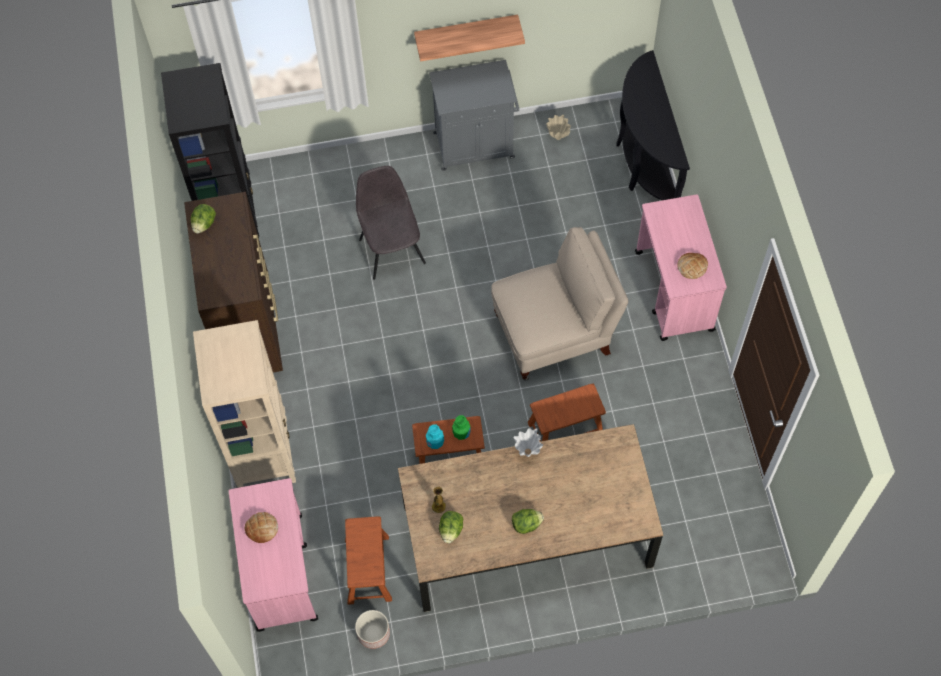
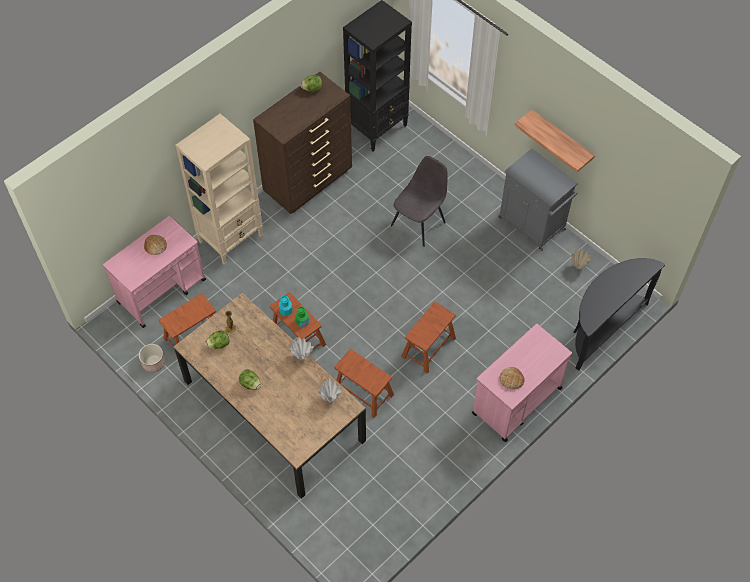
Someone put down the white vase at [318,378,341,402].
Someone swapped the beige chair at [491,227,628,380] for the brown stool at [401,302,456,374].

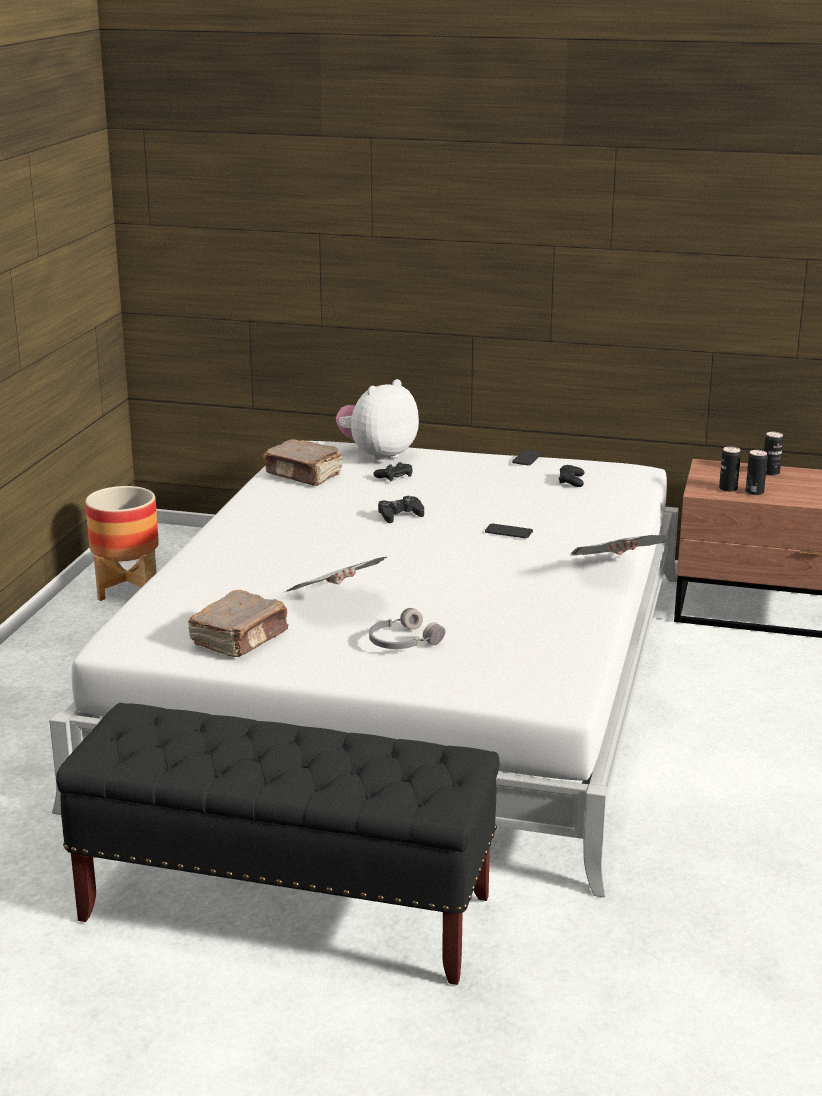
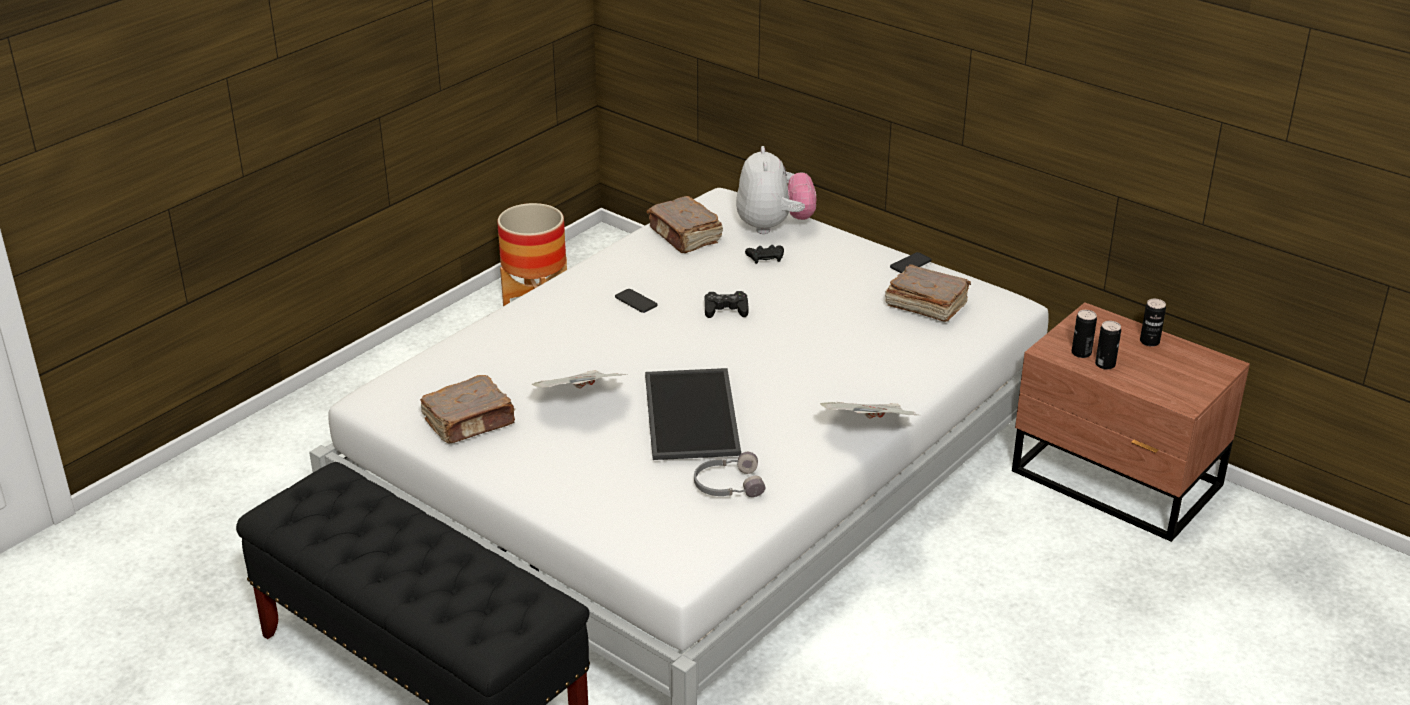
Someone put down the tray at [645,368,741,460].
Someone carried the grey headphones from [369,608,445,649] to [694,452,766,497].
Someone carried the phone from [485,524,533,538] to [615,289,658,313].
Someone swapped the black game controller at [559,465,585,487] for the brown book at [885,264,971,322].
Someone rotated the plush toy at [336,379,419,463] by 105 degrees clockwise.

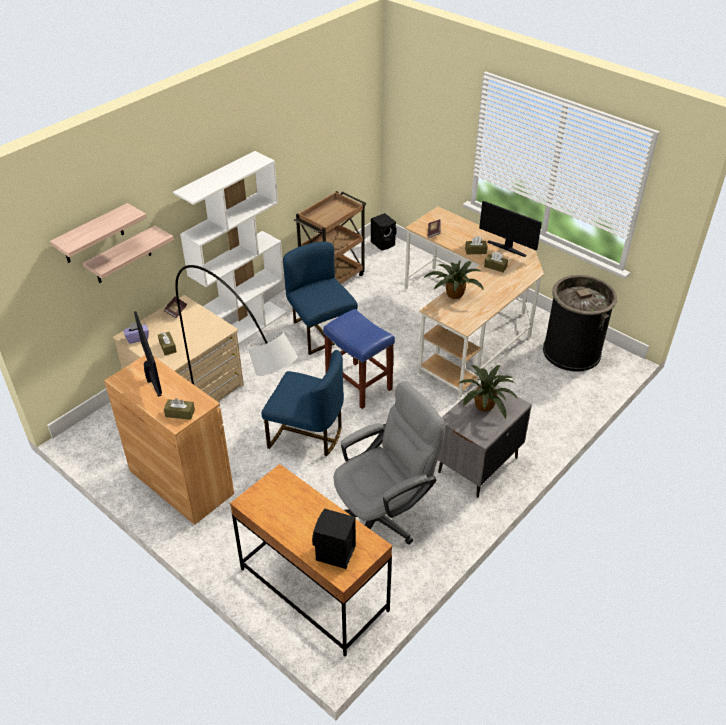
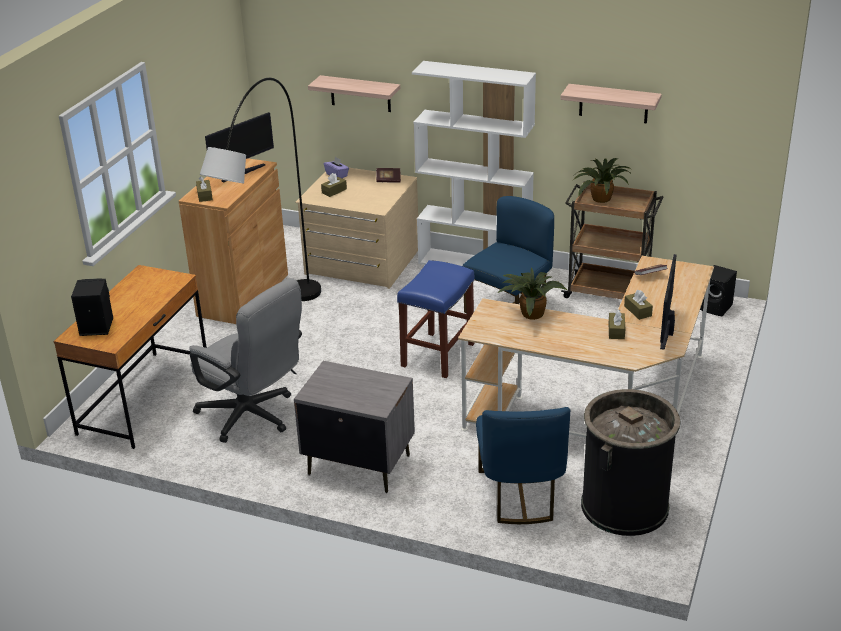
Someone carried the shelf from [50,203,147,263] to [560,84,662,124].
Someone carried the blue chair from [262,350,344,456] to [476,407,570,524].
Someone carried the potted plant from [458,365,517,419] to [573,158,631,203].

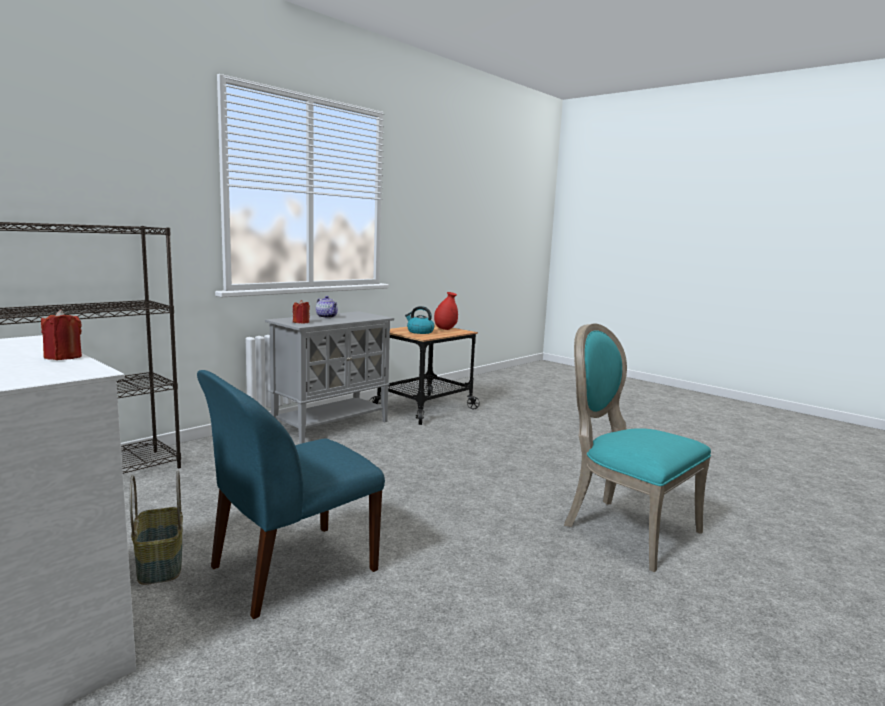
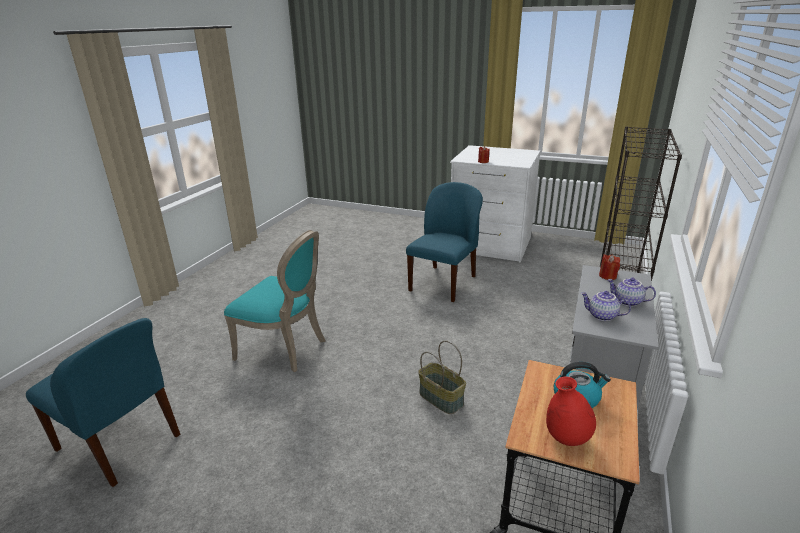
Someone put down the blue chair at [26,318,180,487].
Someone put down the teapot at [581,291,631,321].
Someone carried the basket from [129,471,183,585] to [418,341,466,414].

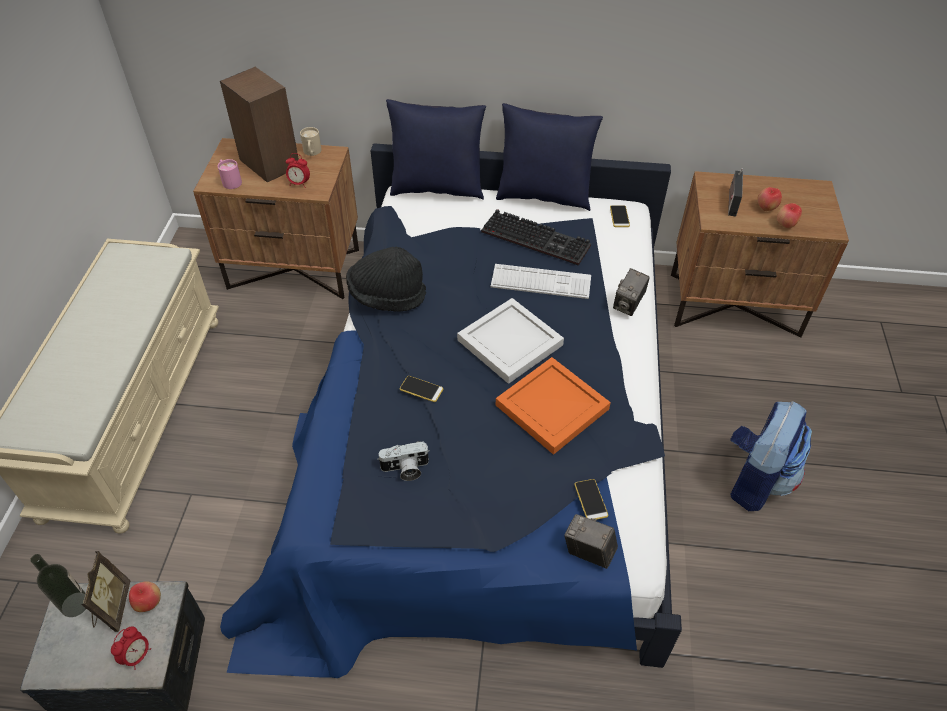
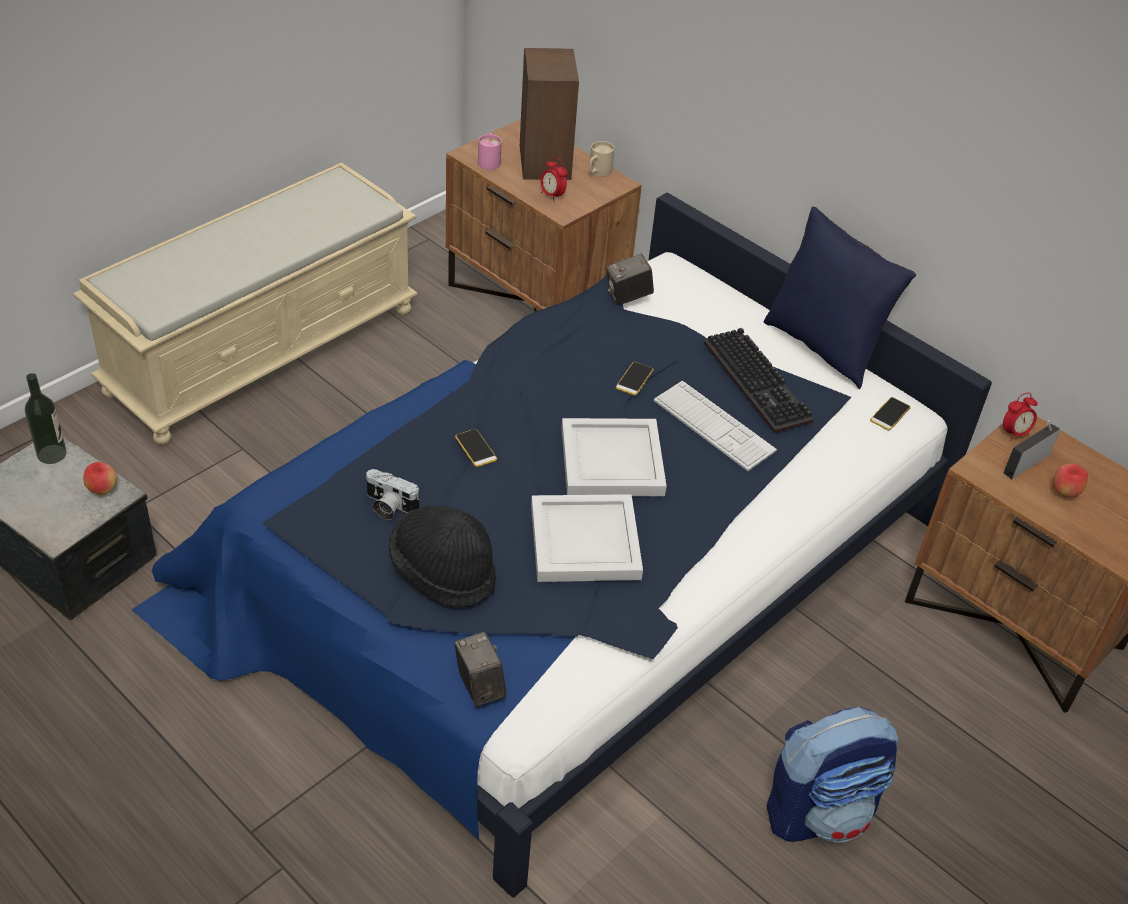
Someone took away the picture frame at [81,551,130,632].
Someone took away the blue pillow at [386,99,486,200].
Someone took away the apple at [777,203,802,228].
Someone carried the alarm clock from [111,627,151,670] to [1003,393,1038,441].
Someone carried the black hat from [346,247,426,311] to [389,506,496,608].
Someone carried the phone from [574,479,608,519] to [616,362,654,396].
Someone carried the photo camera from [613,268,650,316] to [606,253,654,305].
Someone repainted the orange tray at [496,357,611,455], which became the white tray at [531,494,643,582].

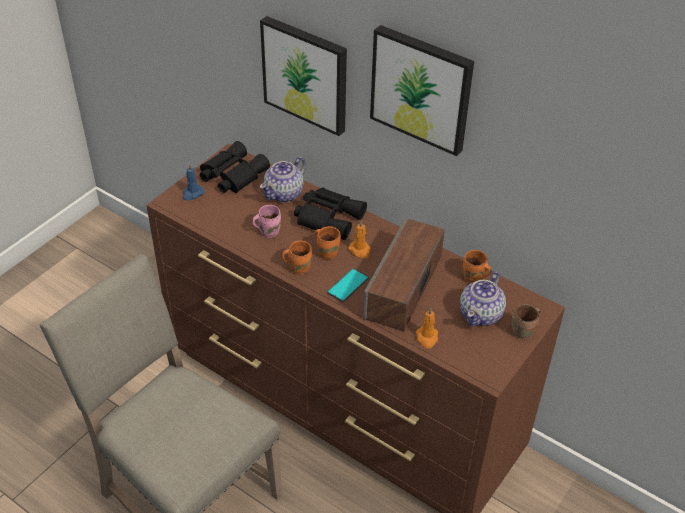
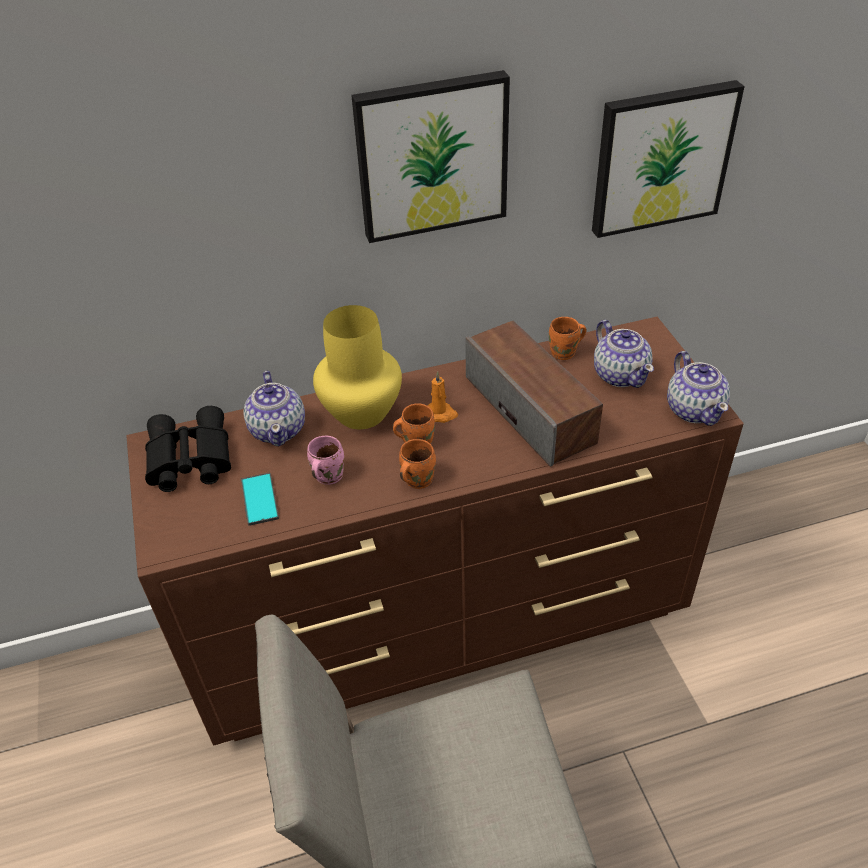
Someone took away the blue candle at [183,163,204,200].
Someone took away the orange candle at [416,307,438,349].
Someone took away the brown mug at [512,304,541,339].
Someone put down the teapot at [667,351,730,426].
Someone carried the picture from [260,16,347,136] to [592,80,745,238].
Someone carried the phone from [327,268,369,302] to [241,473,279,526].
Someone swapped the black binoculars at [294,187,367,240] for the yellow vase at [313,305,402,429].

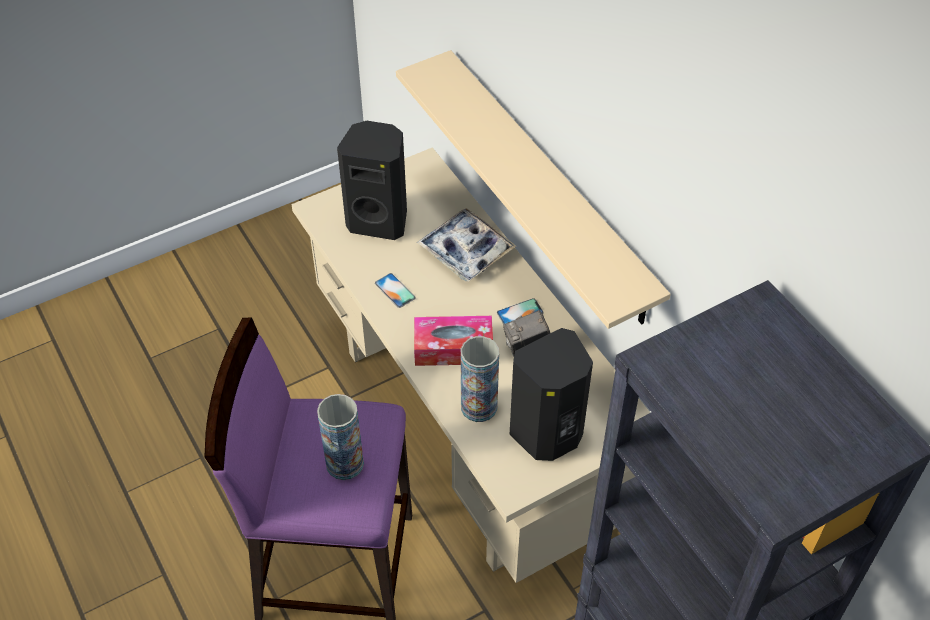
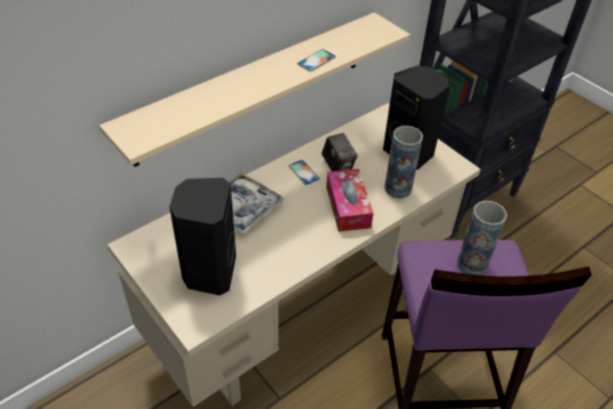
Someone carried the phone from [375,273,416,308] to [297,49,336,71].

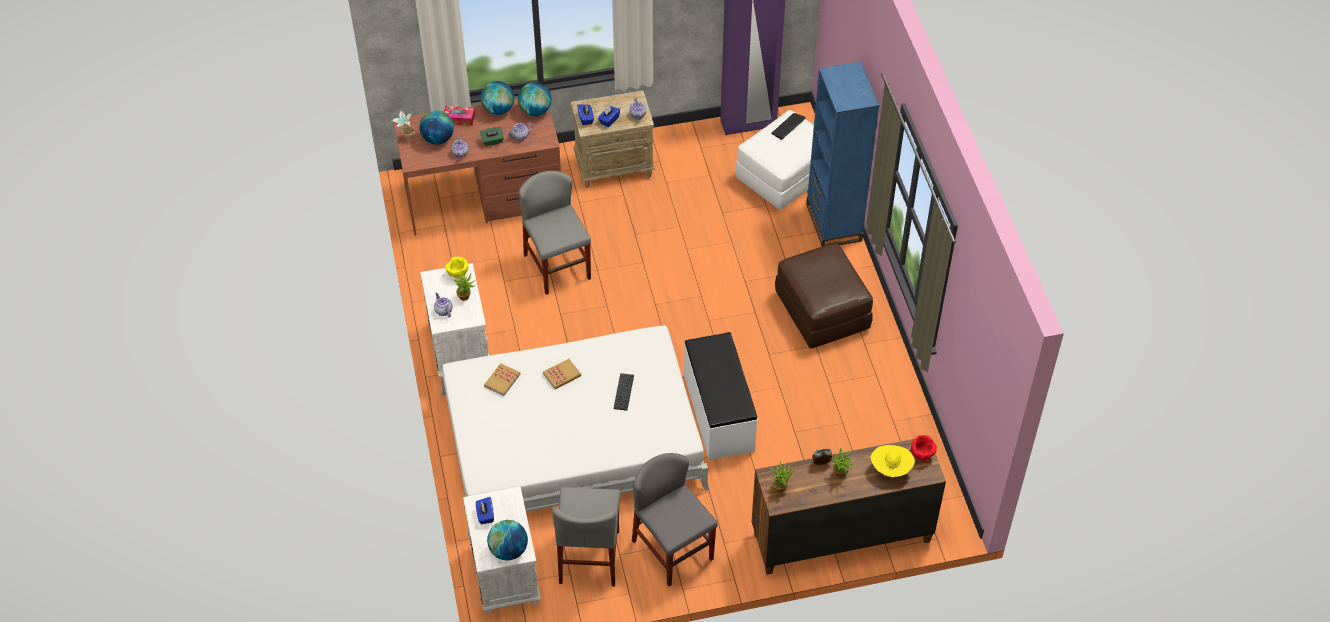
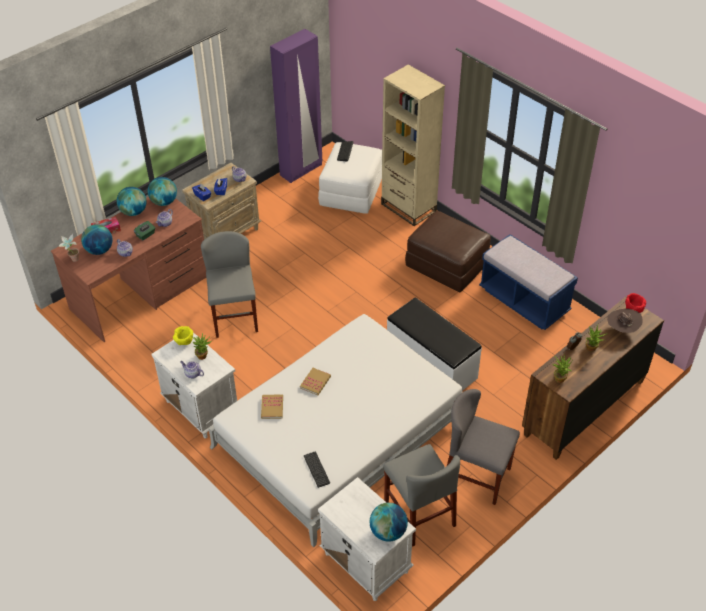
Someone took away the blue tissue box at [476,497,494,524].
Someone put down the blue bench at [479,234,578,330].
Someone carried the keyboard from [614,373,634,411] to [304,451,330,488].
Someone repainted the blue bookcase at [806,62,879,246], which became the beige bookcase at [381,64,445,226].
Someone repainted the yellow hat at [870,445,915,477], which became the brown hat at [607,309,643,333].
Someone rotated the grey chair at [519,171,591,295] by 45 degrees clockwise.

